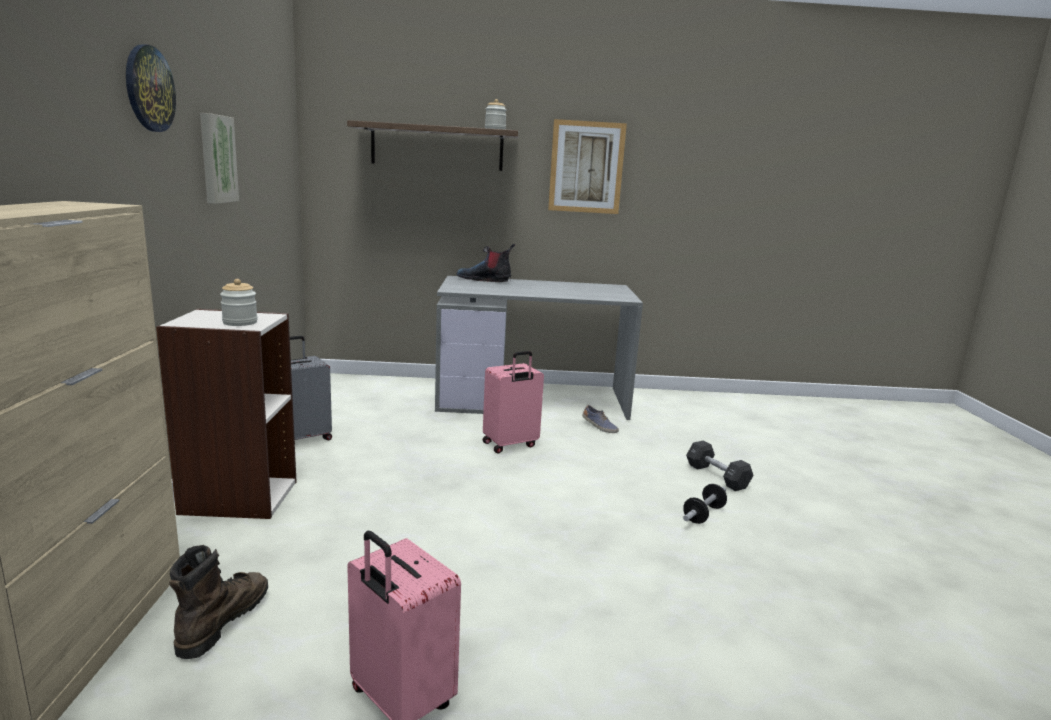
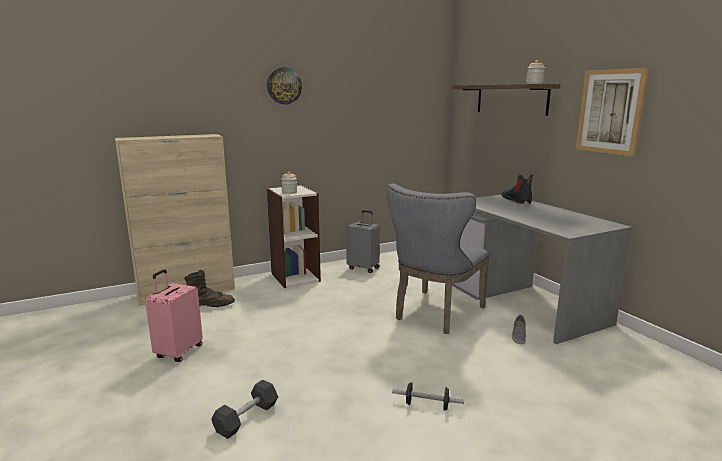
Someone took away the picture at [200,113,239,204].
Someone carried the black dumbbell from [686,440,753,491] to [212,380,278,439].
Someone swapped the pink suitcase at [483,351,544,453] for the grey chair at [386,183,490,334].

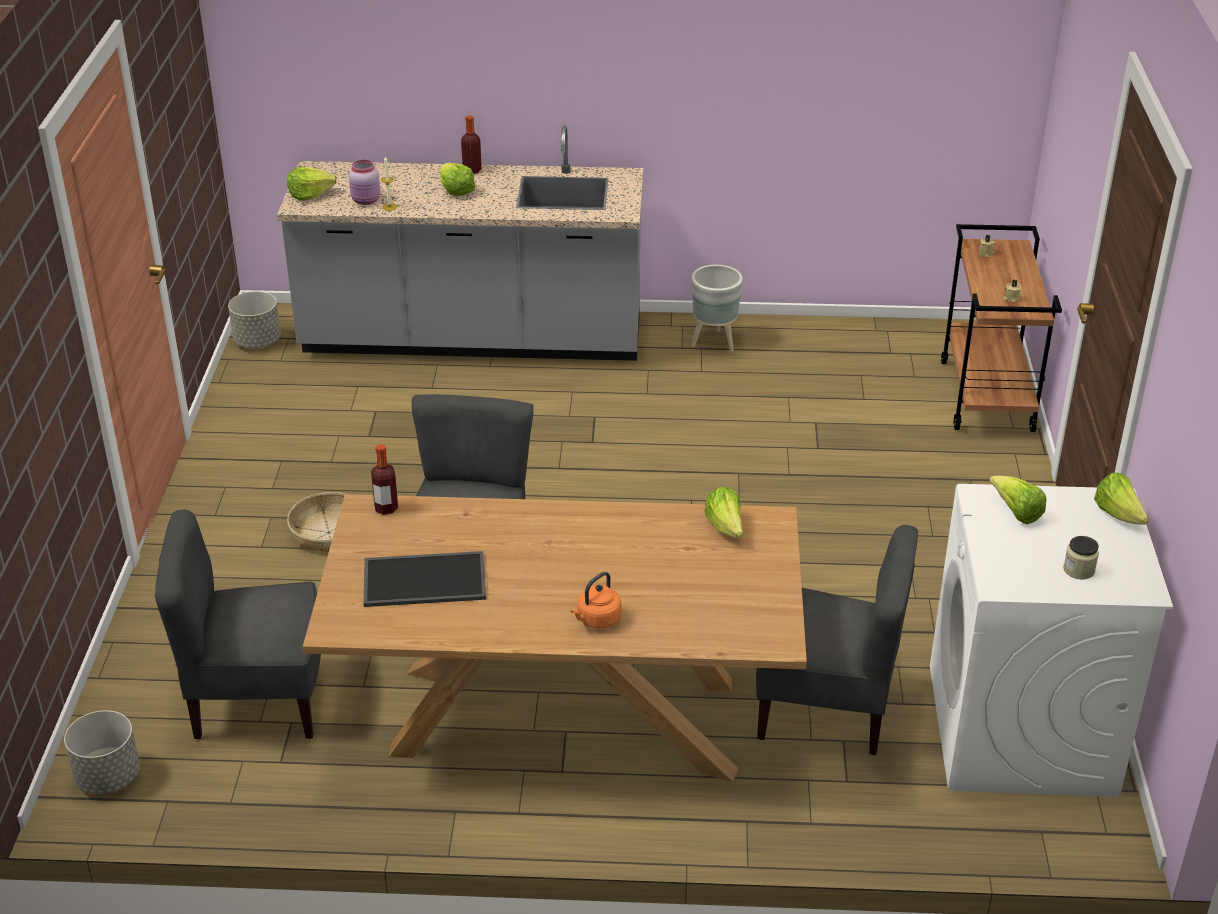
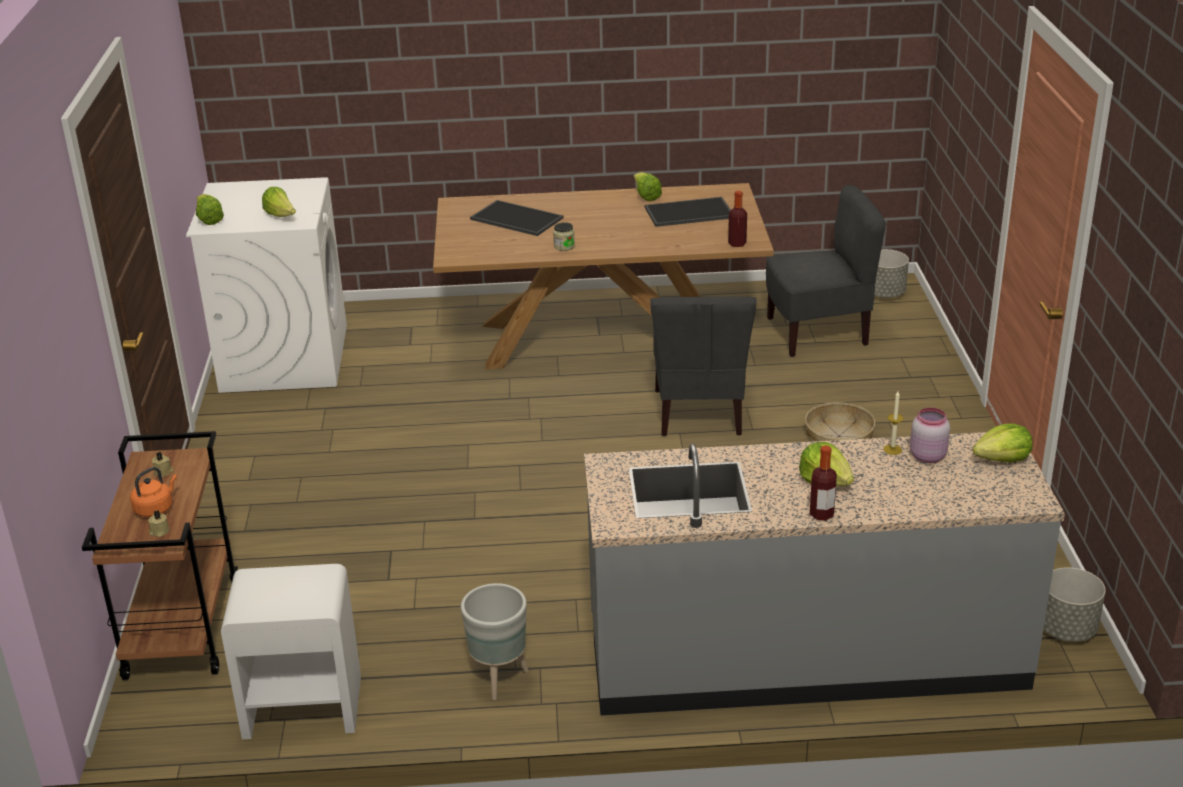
Someone took away the grey chair at [756,525,918,755].
Someone put down the white nightstand at [221,564,361,739].
Someone put down the tray at [470,200,564,236].
Someone carried the orange kettle from [571,572,621,629] to [130,467,177,517].
Someone carried the lettuce from [704,487,743,538] to [633,172,662,201].
Someone carried the jar from [1063,536,1099,579] to [553,222,575,251].

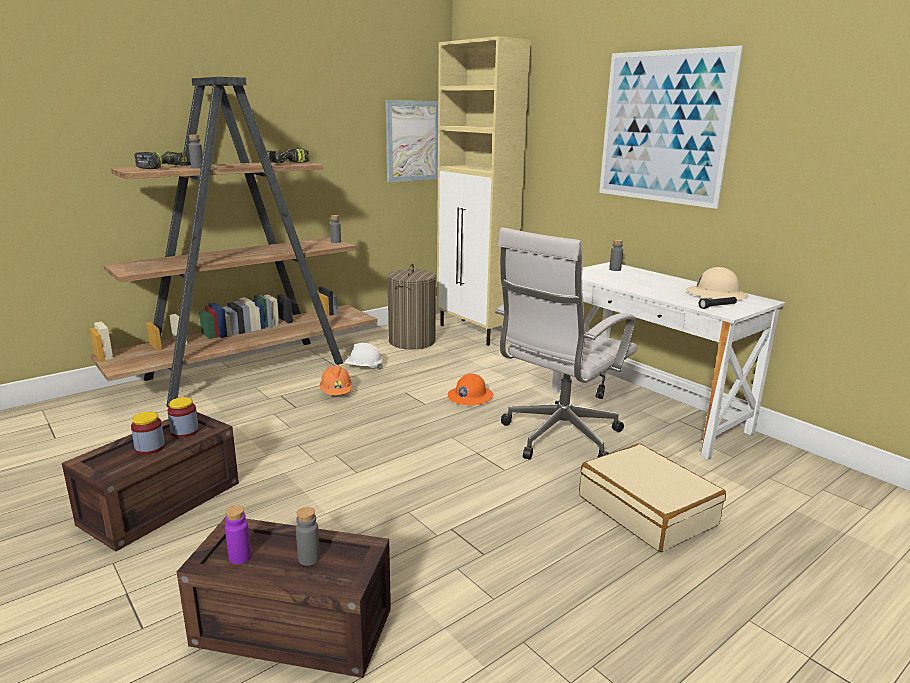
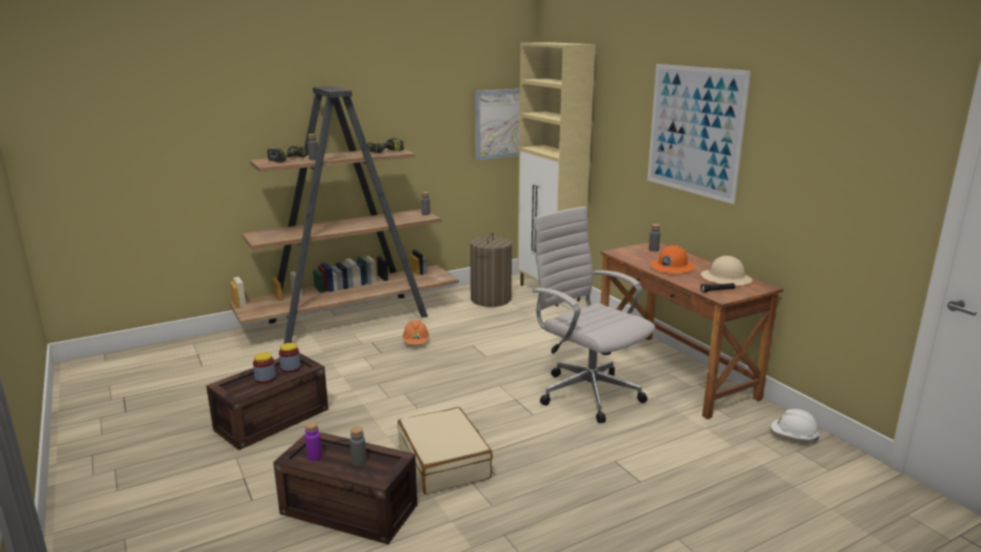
Someone carried the white hard hat from [345,343,383,369] to [771,409,820,441].
Someone carried the orange hard hat from [448,373,494,405] to [650,245,695,274].
Someone carried the beige suitcase from [579,443,726,552] to [397,407,493,494].
Someone repainted the white desk at [552,262,786,460], which became the brown desk at [600,242,783,419].
Someone rotated the white office chair at [495,227,637,460] by 90 degrees clockwise.

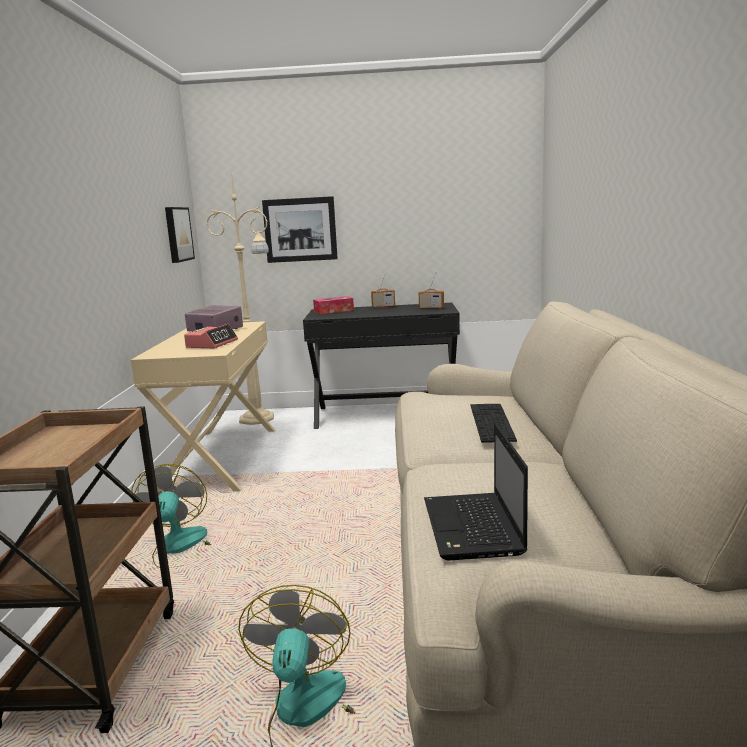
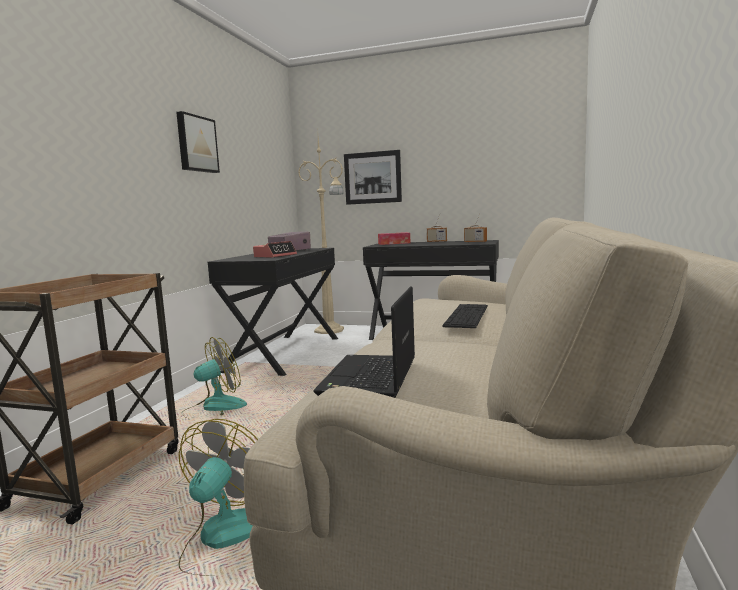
Someone carried the picture from [165,207,195,263] to [176,111,220,173].
Someone repainted the beige desk at [131,321,275,492], which became the black desk at [208,248,338,376].
Someone rotated the fan at [132,464,211,568] by 45 degrees clockwise.

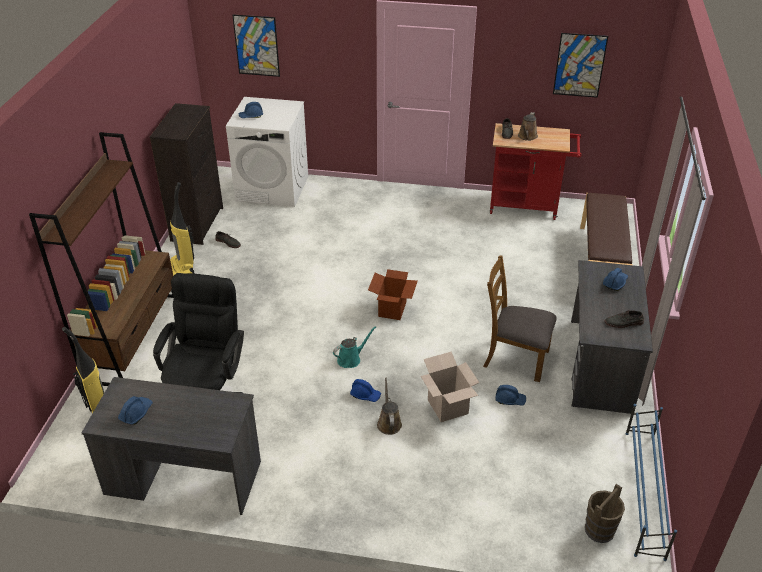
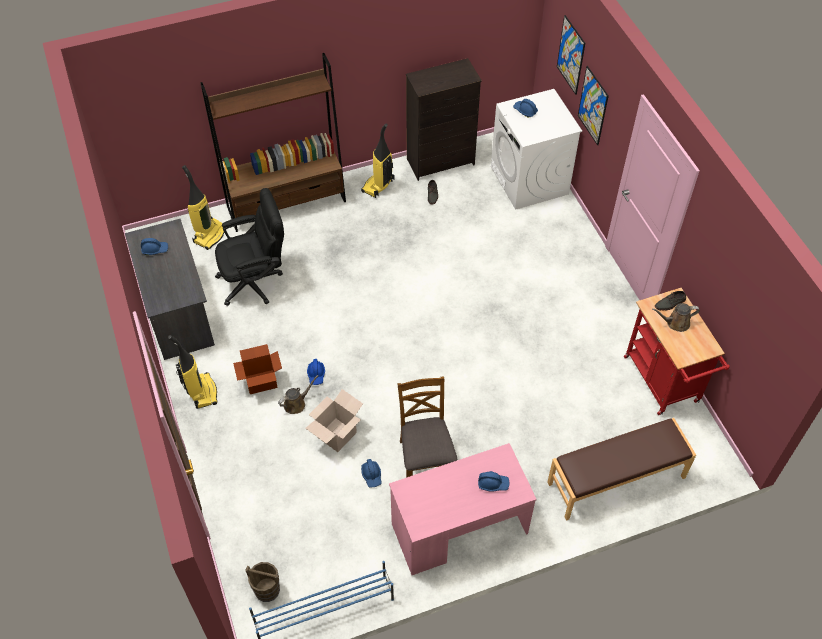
Someone took away the turquoise watering can at [333,326,376,368].
Someone took away the grey shoe at [604,310,644,328].
Someone put down the vacuum cleaner at [168,335,218,409].
Someone carried the cardboard box from [368,269,418,320] to [233,344,282,394].
Someone carried the picture from [553,33,608,98] to [578,66,609,145].
Someone repainted the grey desk at [571,260,653,414], which became the pink desk at [389,443,537,575].

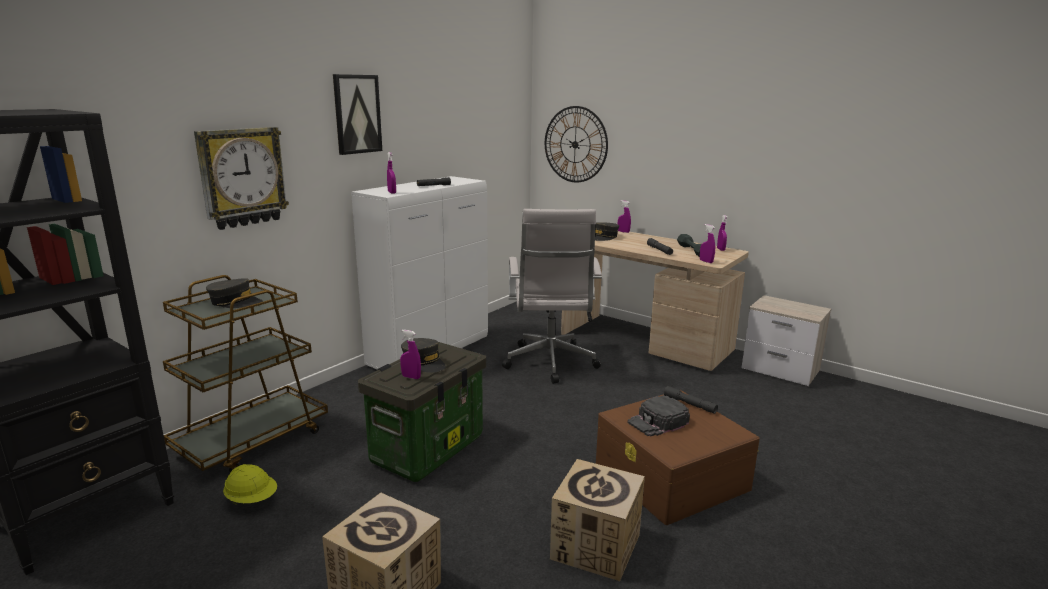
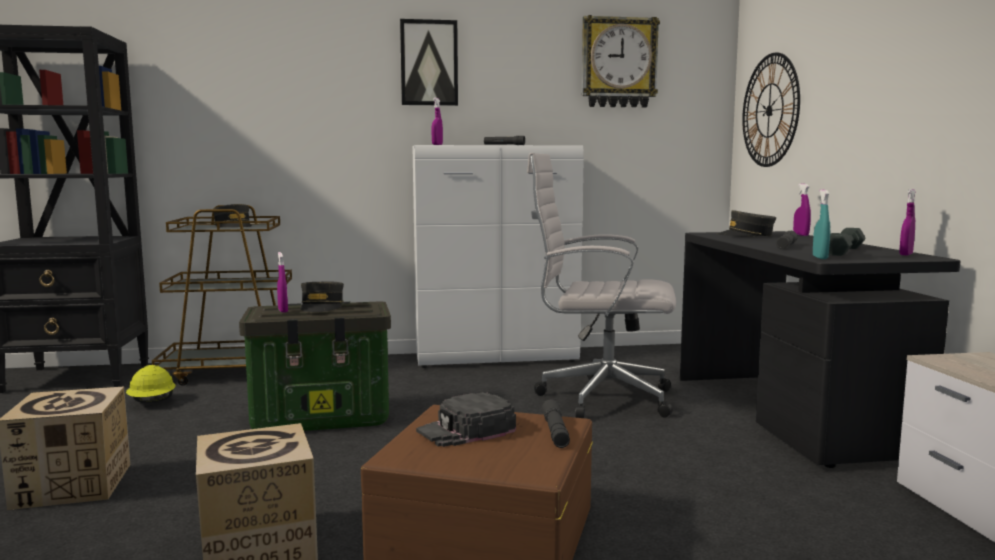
Someone carried the wall clock from [194,127,289,230] to [582,15,660,108].
Someone repainted the beige desk at [561,231,749,371], which became the black desk at [680,231,960,468].
Someone repainted the purple spray bottle at [700,224,715,263], which became the turquoise spray bottle at [813,190,830,259].
Someone rotated the white office chair at [502,209,602,384] by 60 degrees clockwise.
Someone rotated the black cap at [628,395,690,437] by 45 degrees counterclockwise.

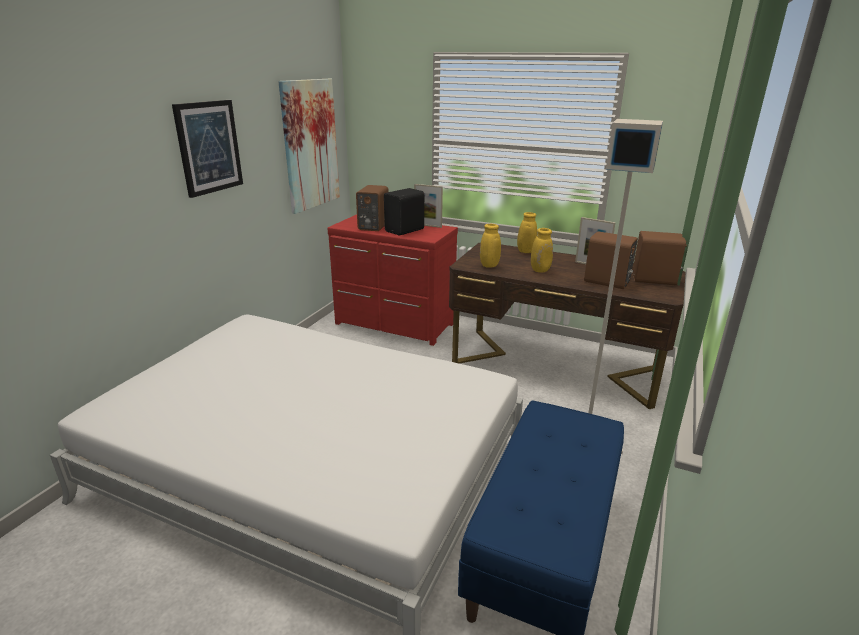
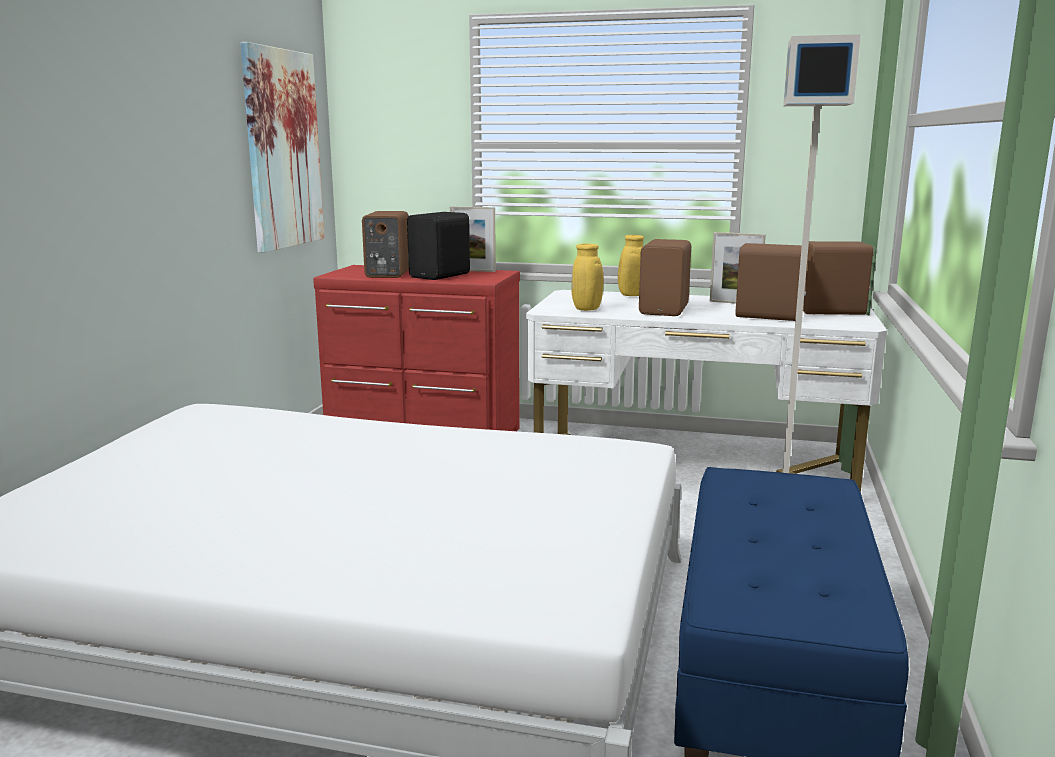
Someone took away the picture at [172,100,243,198].
Someone swapped the yellow vase at [531,228,553,273] for the brown speaker at [639,239,691,316].
Someone repainted the brown desk at [449,243,686,409], which became the white desk at [526,290,887,492].

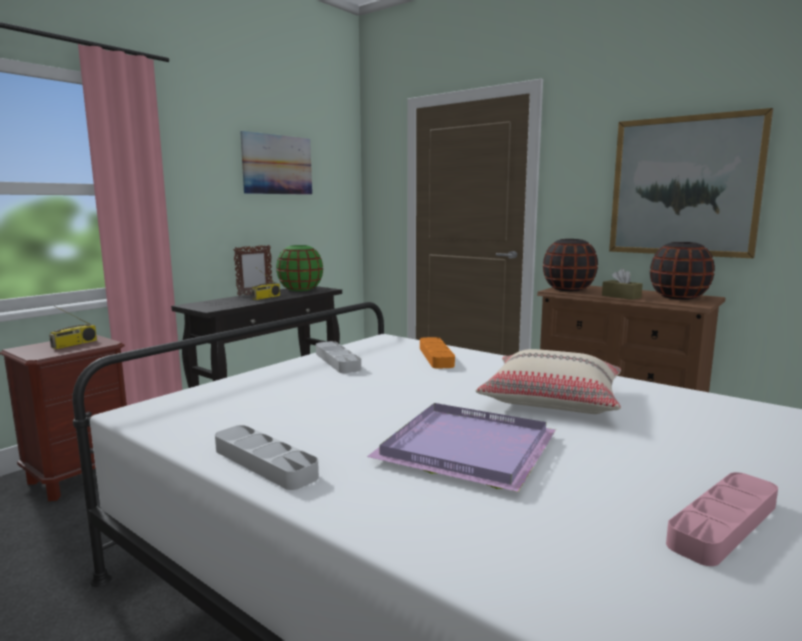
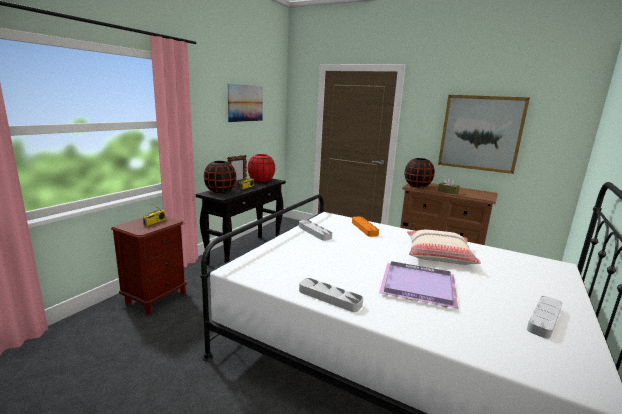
Someone carried the black vase from [650,242,715,300] to [204,161,236,193].
Someone repainted the green vase at [276,245,323,291], which became the red vase at [248,154,275,182].
Someone repainted the pink tray at [666,472,778,566], which became the grey tray at [527,296,562,339].

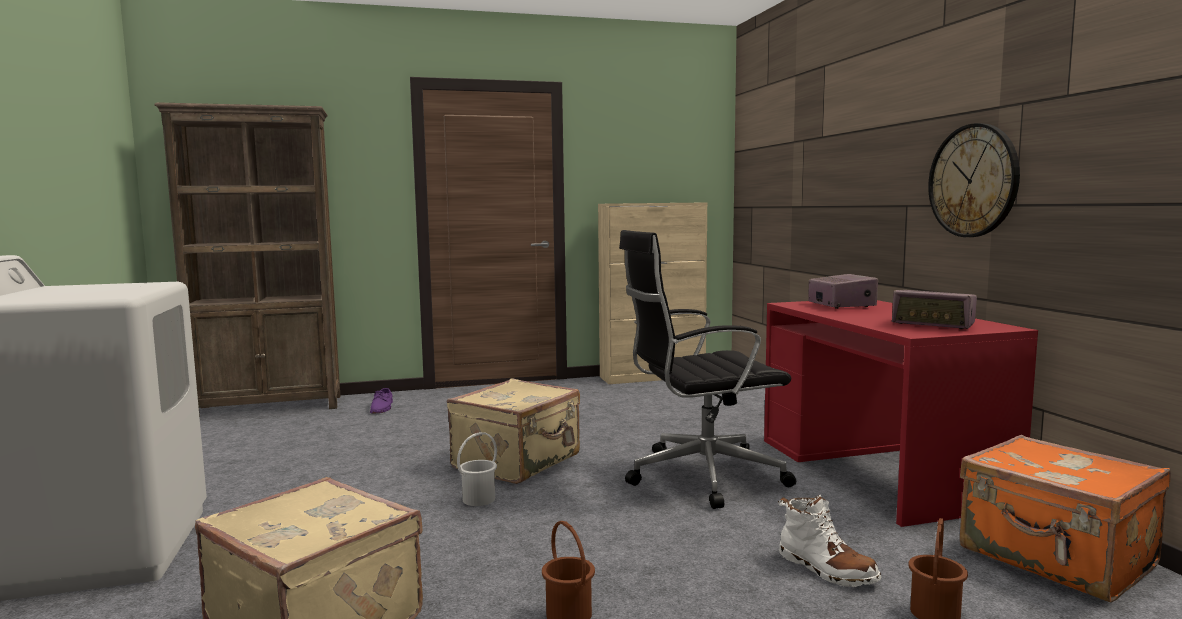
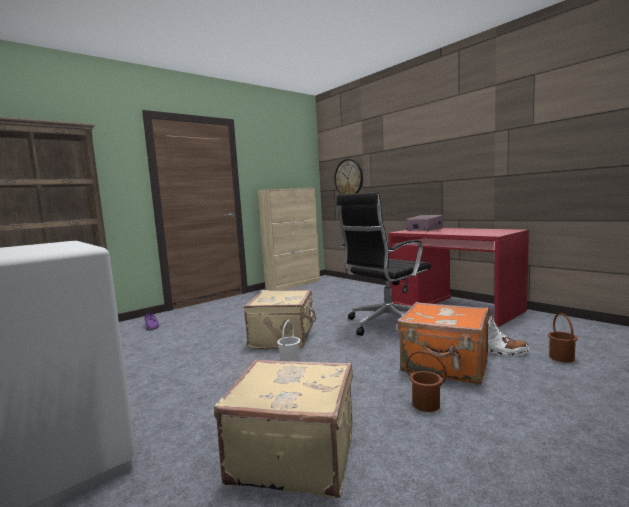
Someone took away the radio at [892,290,977,329].
Someone carried the wall clock from [928,123,1020,237] to [334,159,363,195].
Someone carried the orange suitcase from [960,435,1171,603] to [397,302,489,385].

